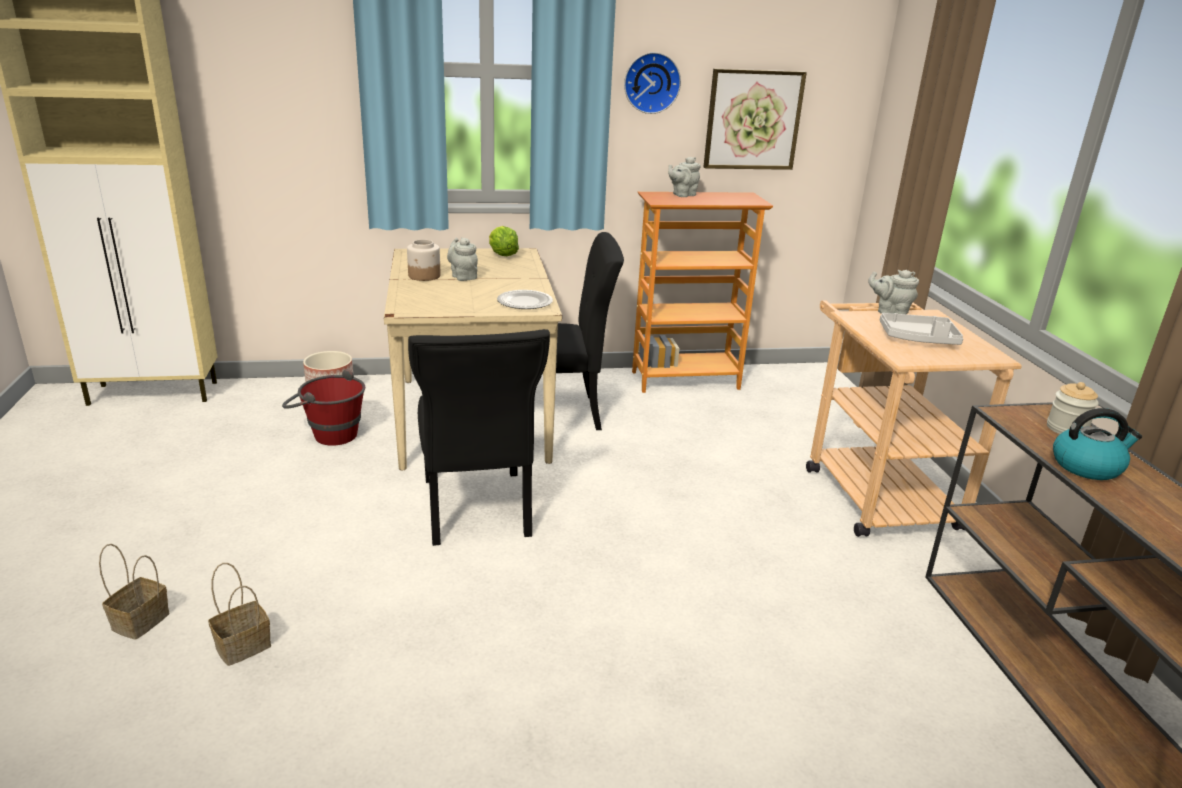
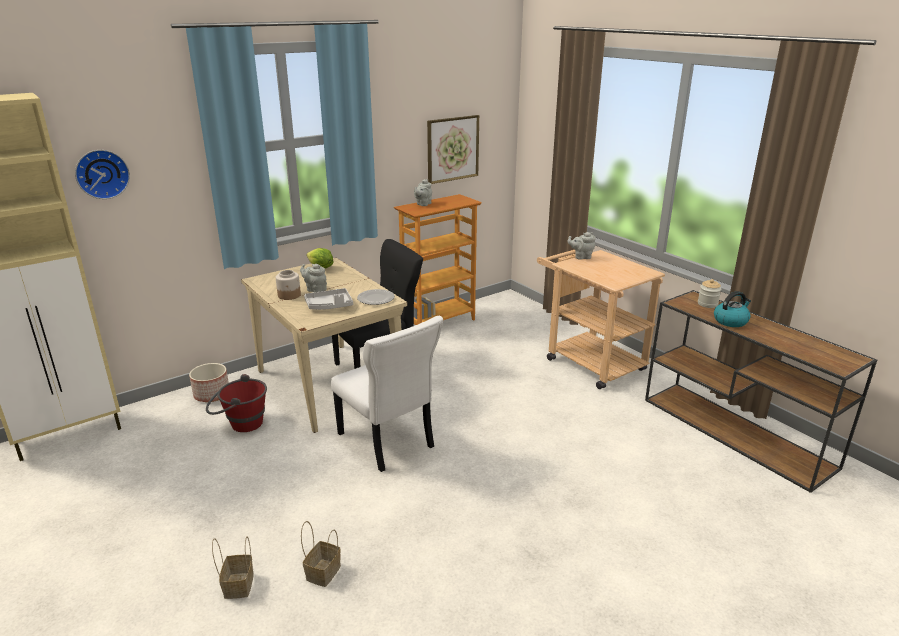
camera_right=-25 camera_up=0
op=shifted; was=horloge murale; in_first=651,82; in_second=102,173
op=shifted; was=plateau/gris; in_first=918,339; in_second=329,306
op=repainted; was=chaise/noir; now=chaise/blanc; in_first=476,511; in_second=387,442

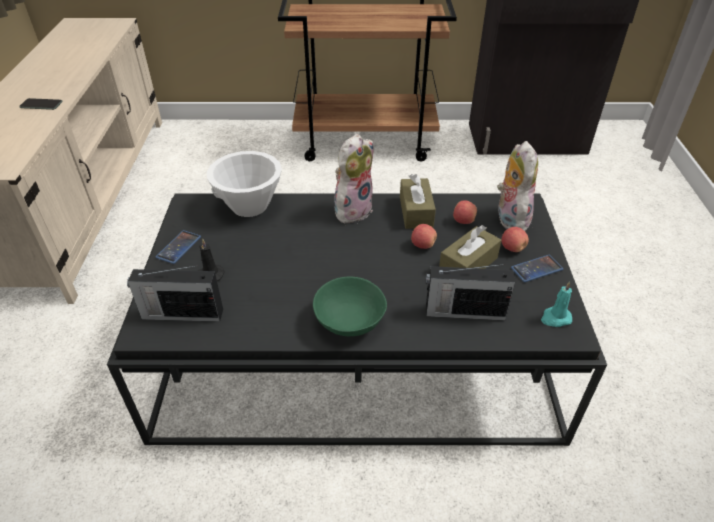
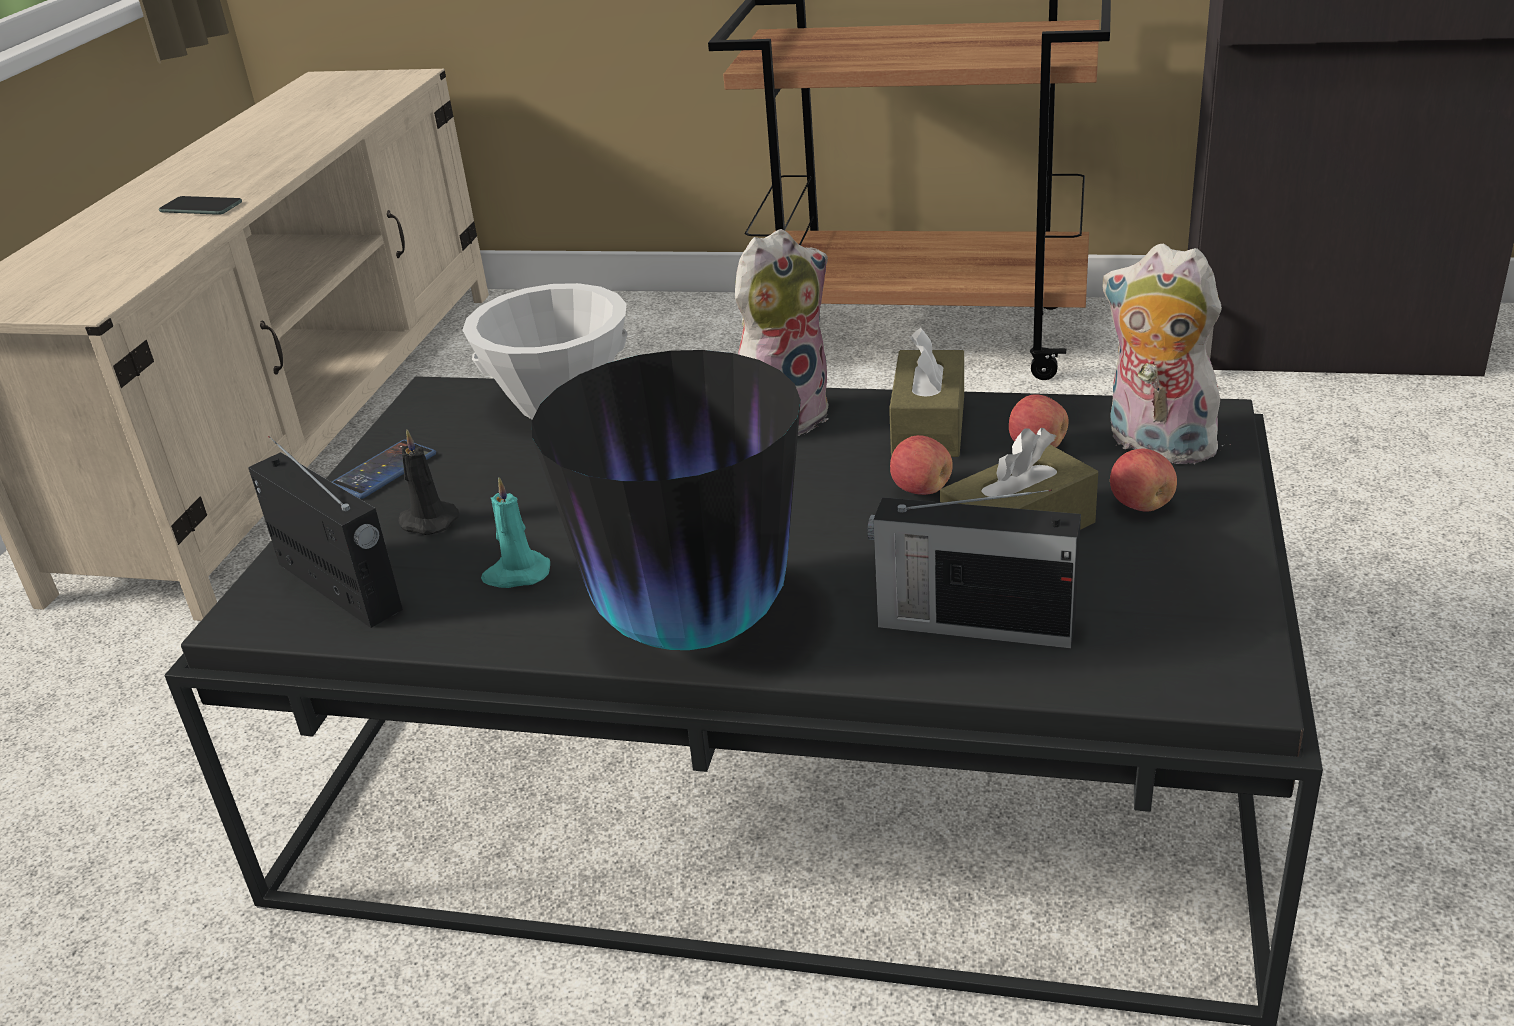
camera_right=15 camera_up=-10
op=gone; was=téléphone; in_first=536,269
op=shifted; was=bougie/turquoise; in_first=555,318; in_second=516,574
op=swapped; was=bol/vert; now=vase; in_first=348,321; in_second=693,625
op=rotated; was=radio; in_first=181,314; in_second=340,588; clockwise=-150
op=rotated; was=peluche; in_first=509,218; in_second=1154,446; clockwise=-60

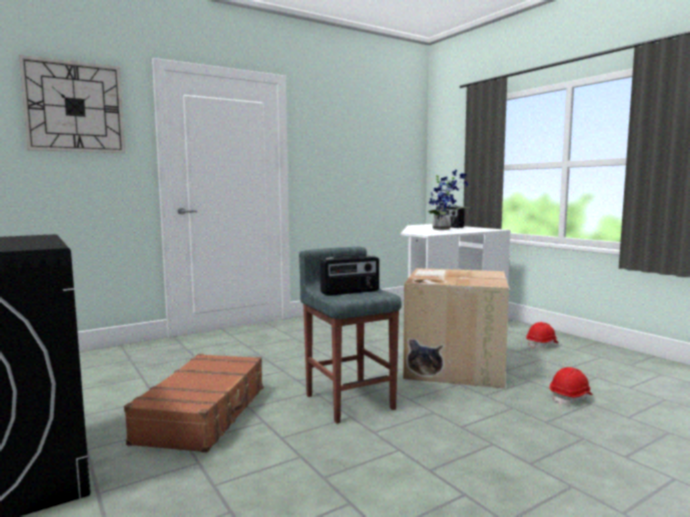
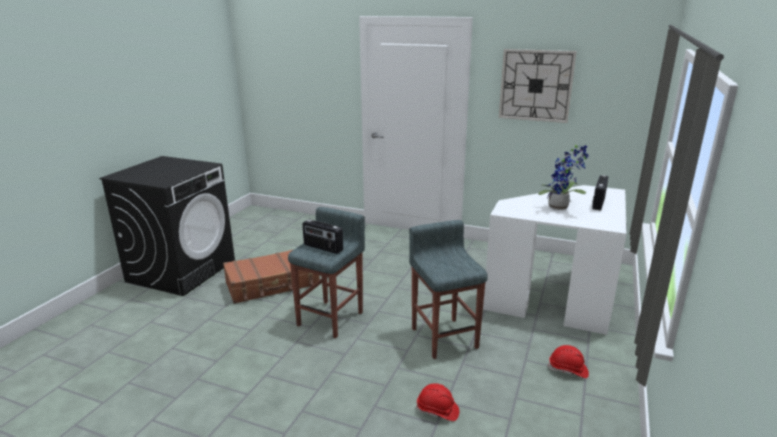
camera_right=55 camera_up=15
op=shifted; was=horloge murale; in_first=74,107; in_second=536,85
op=swapped; was=carton; now=tabouret/gris; in_first=453,365; in_second=444,337

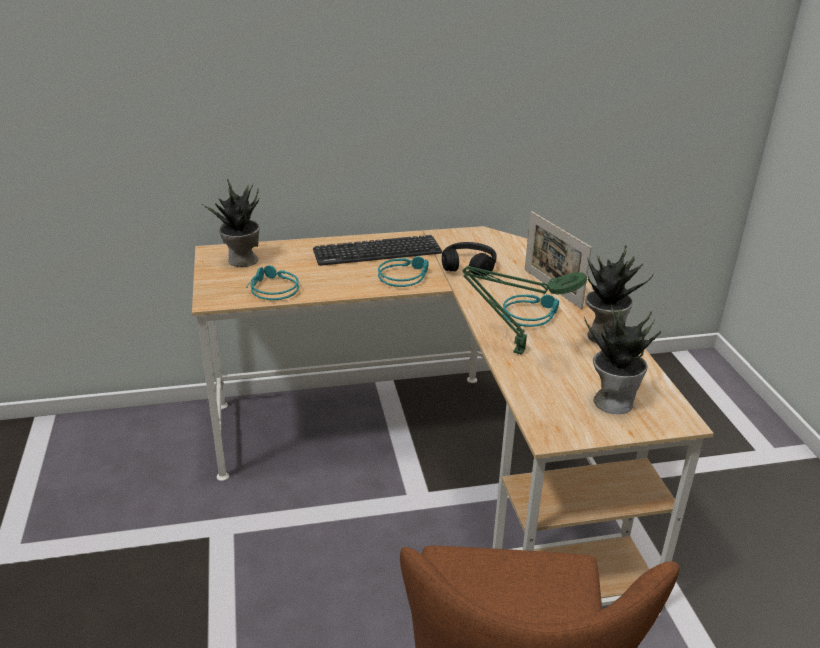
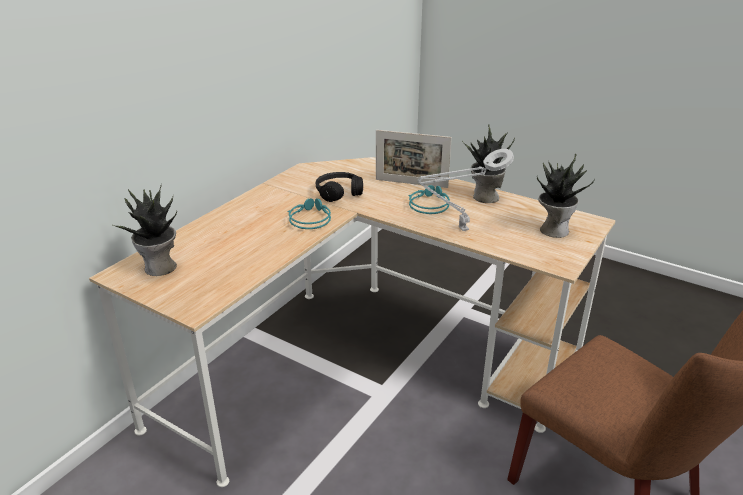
camera_right=-45 camera_up=0
op=gone; was=casque audio/turquoise; in_first=271,289
op=gone; was=clavier; in_first=377,252
op=repainted; was=lampe de table/vert; now=lampe de table/gris; in_first=515,351; in_second=460,230

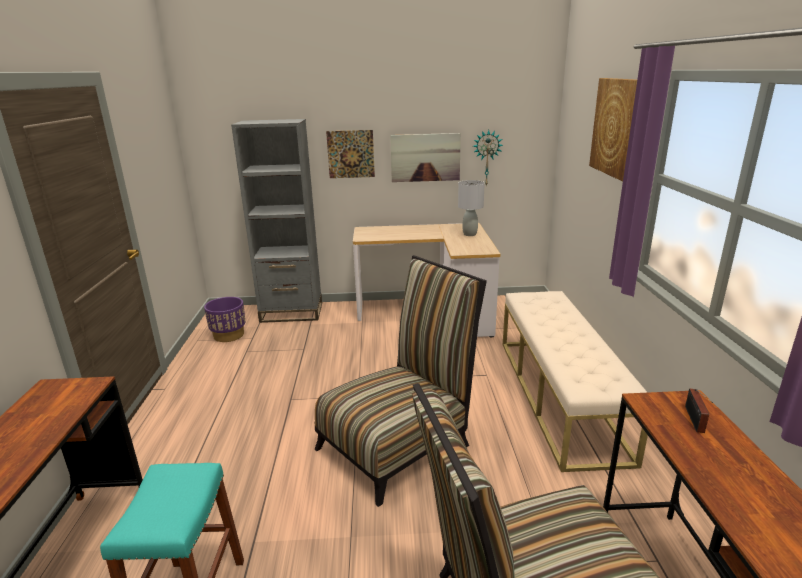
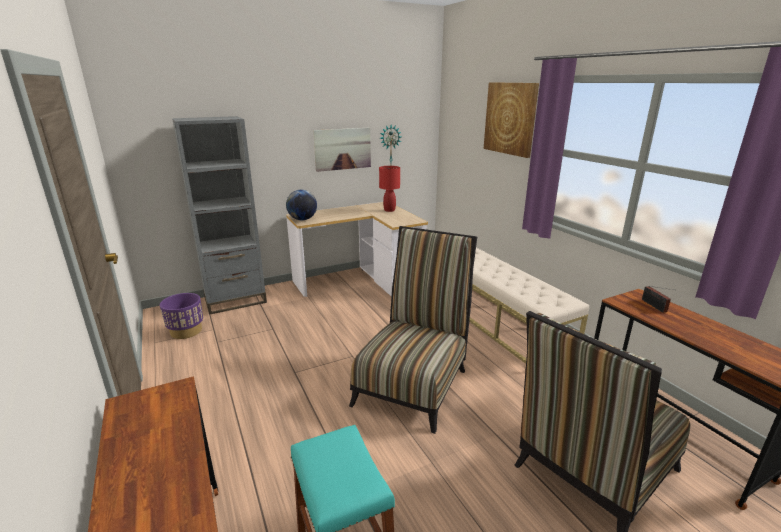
camera_right=-25 camera_up=0
op=gone; was=tableau; in_first=350,154
op=new; now=globe; in_second=302,219
op=repainted; was=lampe de table/gris; now=lampe de table/rouge; in_first=469,234; in_second=389,210

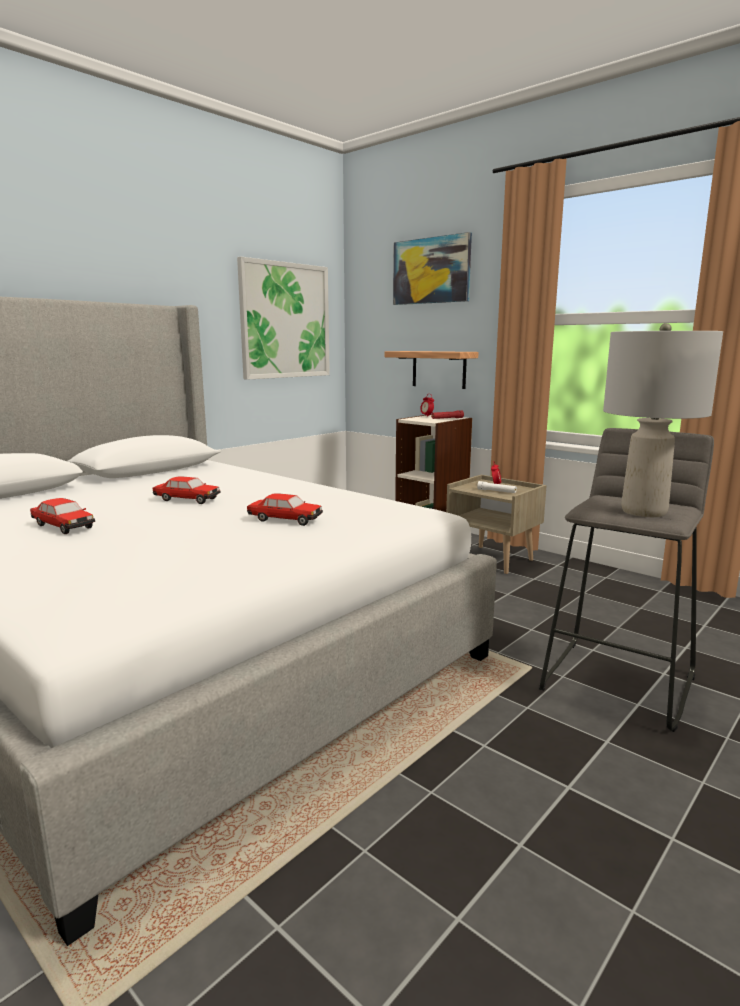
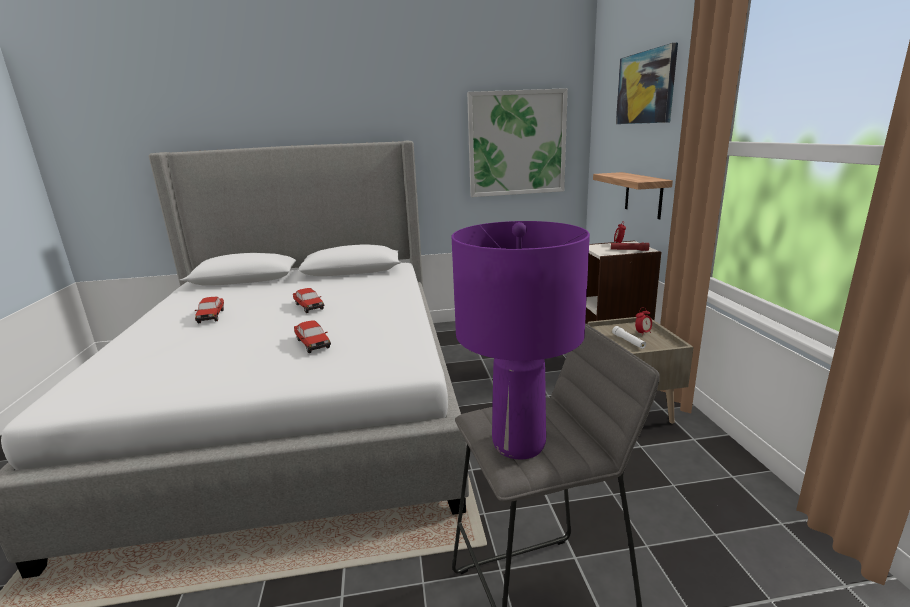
camera_right=40 camera_up=5
op=repainted; was=lampe de table/gris; now=lampe de table/violet; in_first=643,511; in_second=519,443

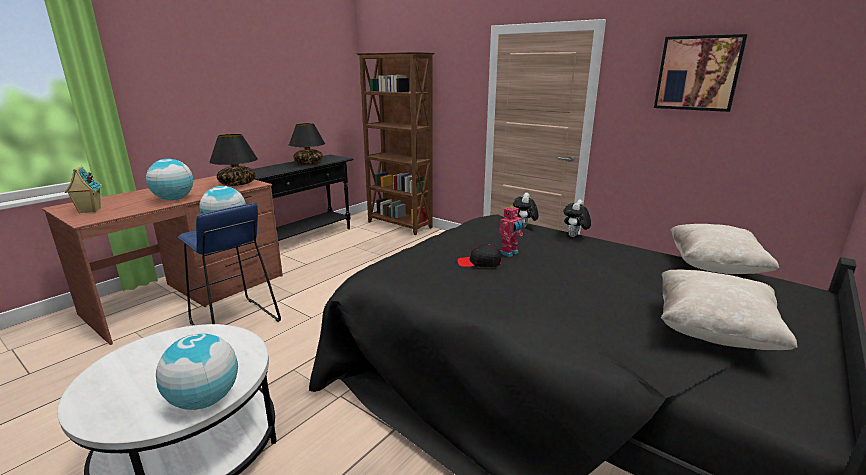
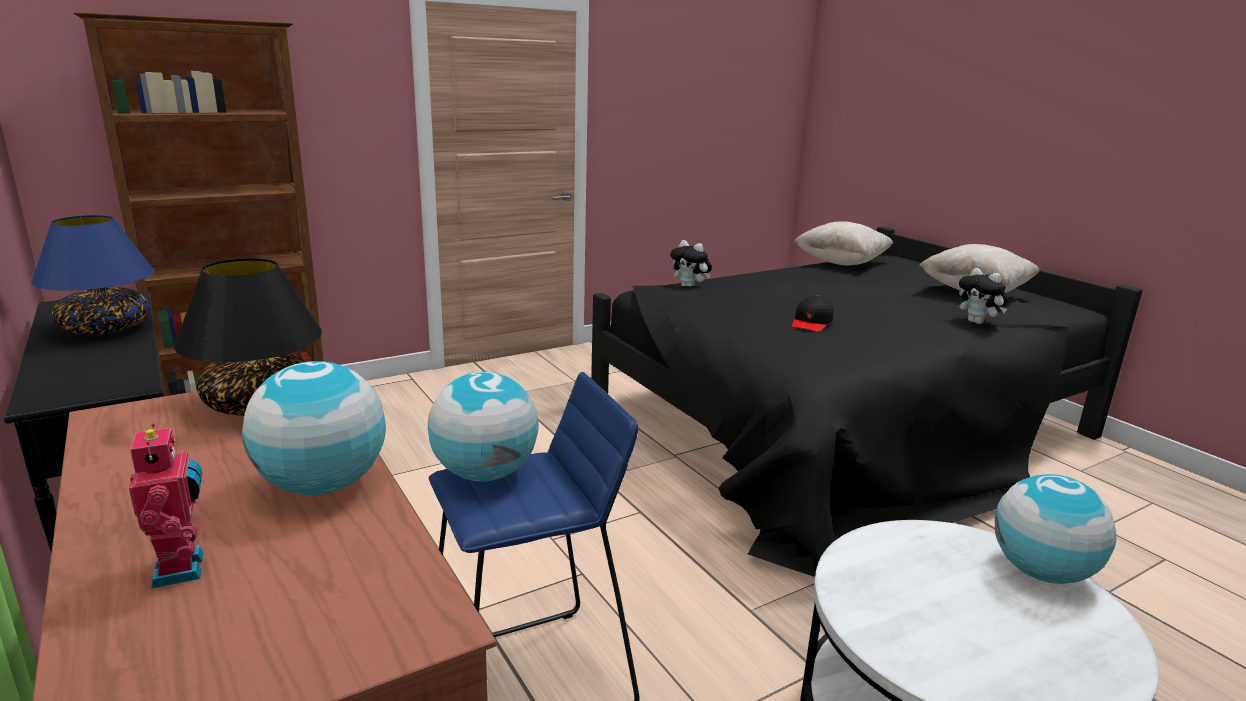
camera_right=-70 camera_up=0
op=gone; was=maison miniature; in_first=89,211
op=gone; was=tableau; in_first=698,73
op=shifted; was=robot jouet; in_first=509,253; in_second=183,568
op=shifted; was=peluche; in_first=574,236; in_second=978,322
op=repainted; was=lampe de table/noir; now=lampe de table/bleu; in_first=308,163; in_second=105,329

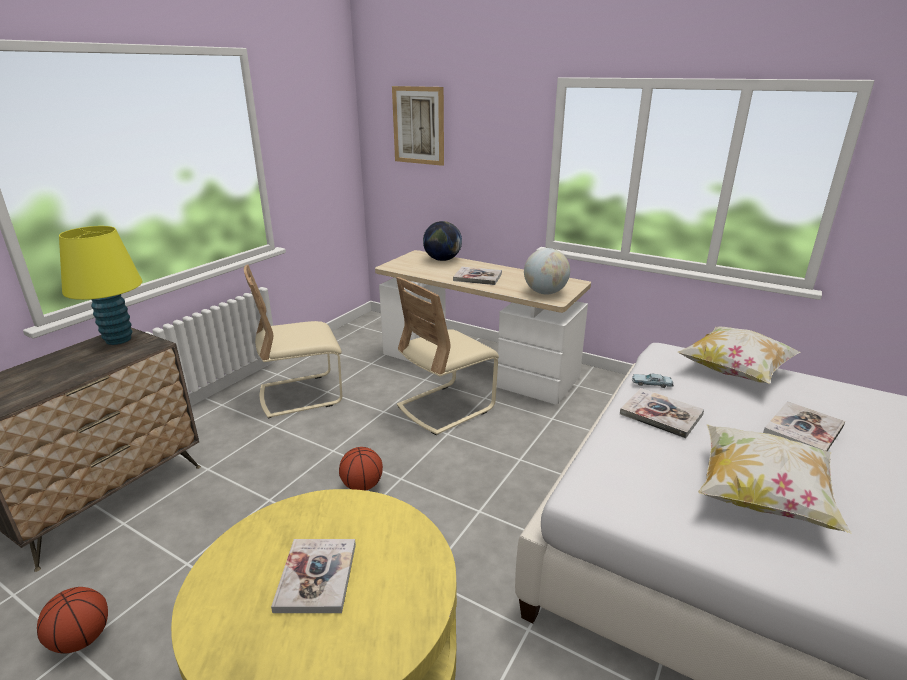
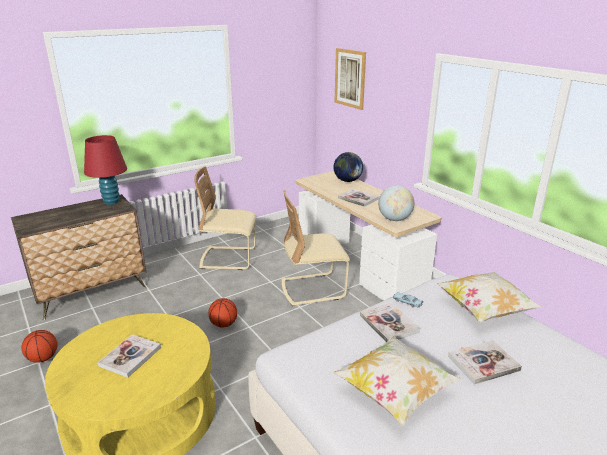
camera_right=25 camera_up=0
op=repainted; was=lampe de table/jaune; now=lampe de table/rouge; in_first=118,339; in_second=111,202

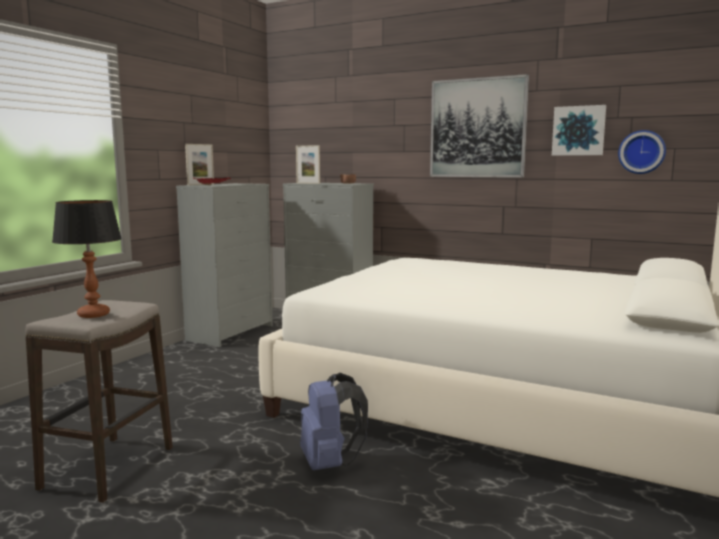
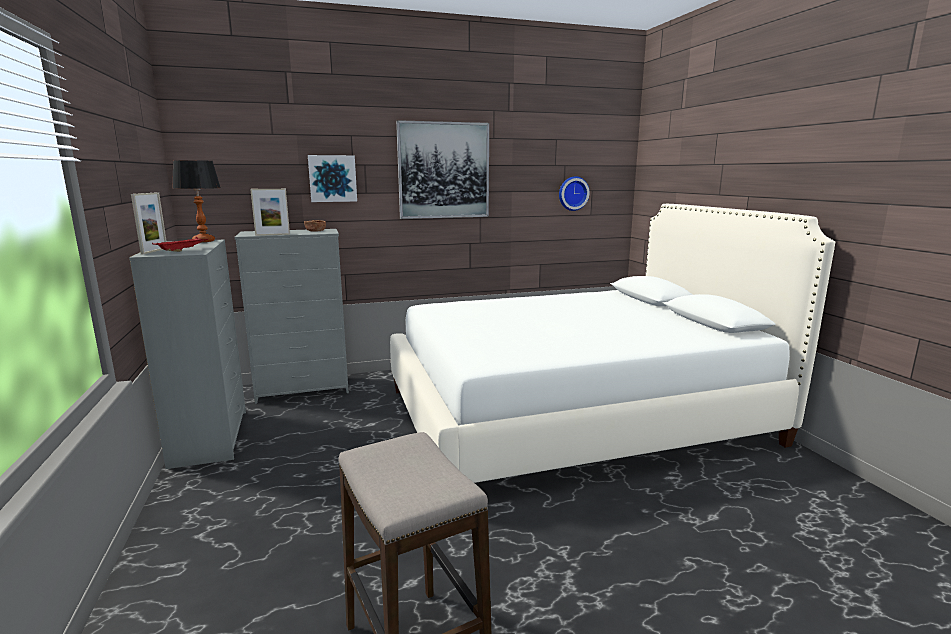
camera_right=-45 camera_up=5
op=gone; was=sac à dos/bleu; in_first=330,463
op=shifted; was=lampe de table; in_first=94,314; in_second=203,241
op=shifted; was=tableau; in_first=578,131; in_second=332,178

